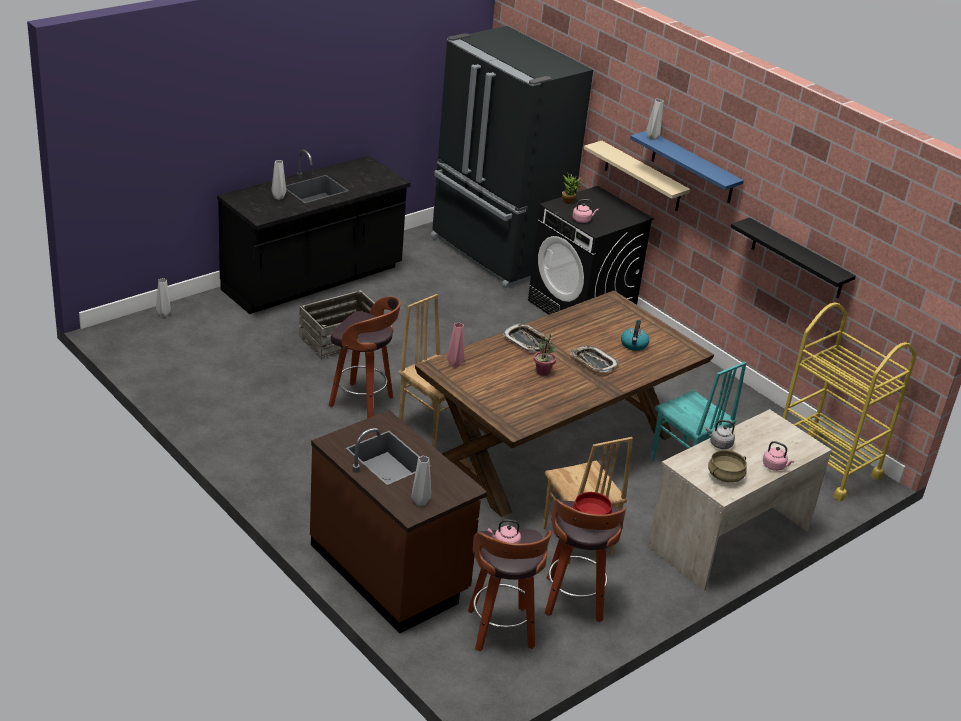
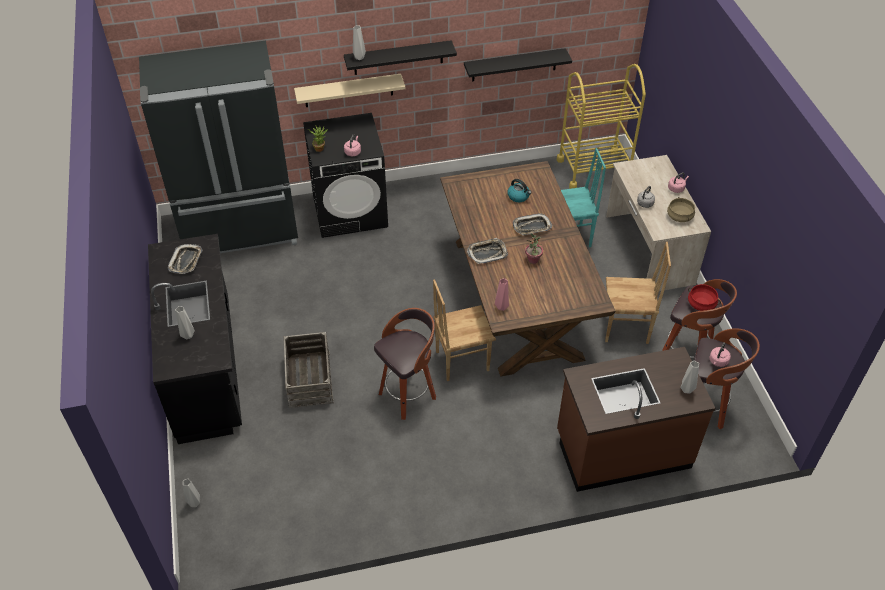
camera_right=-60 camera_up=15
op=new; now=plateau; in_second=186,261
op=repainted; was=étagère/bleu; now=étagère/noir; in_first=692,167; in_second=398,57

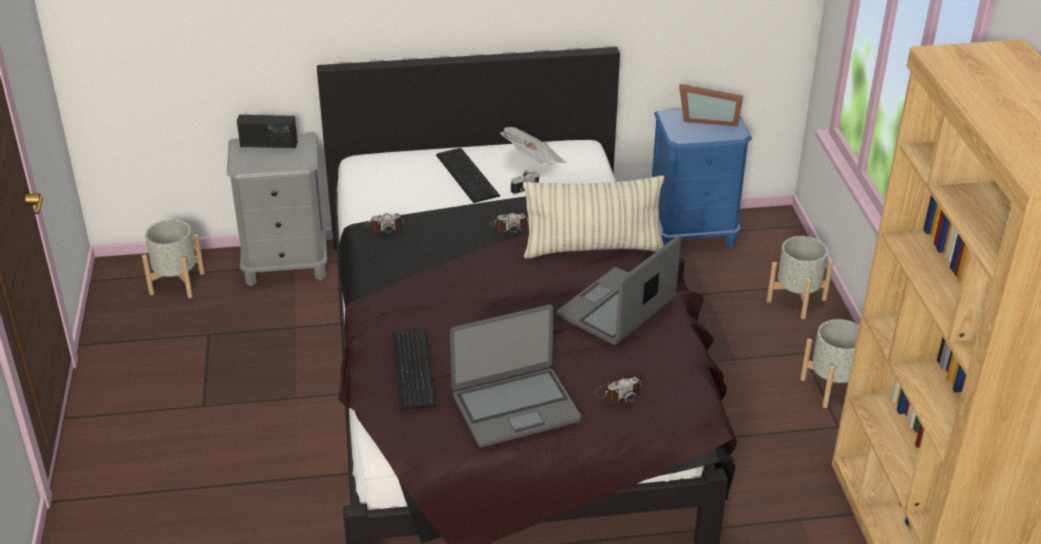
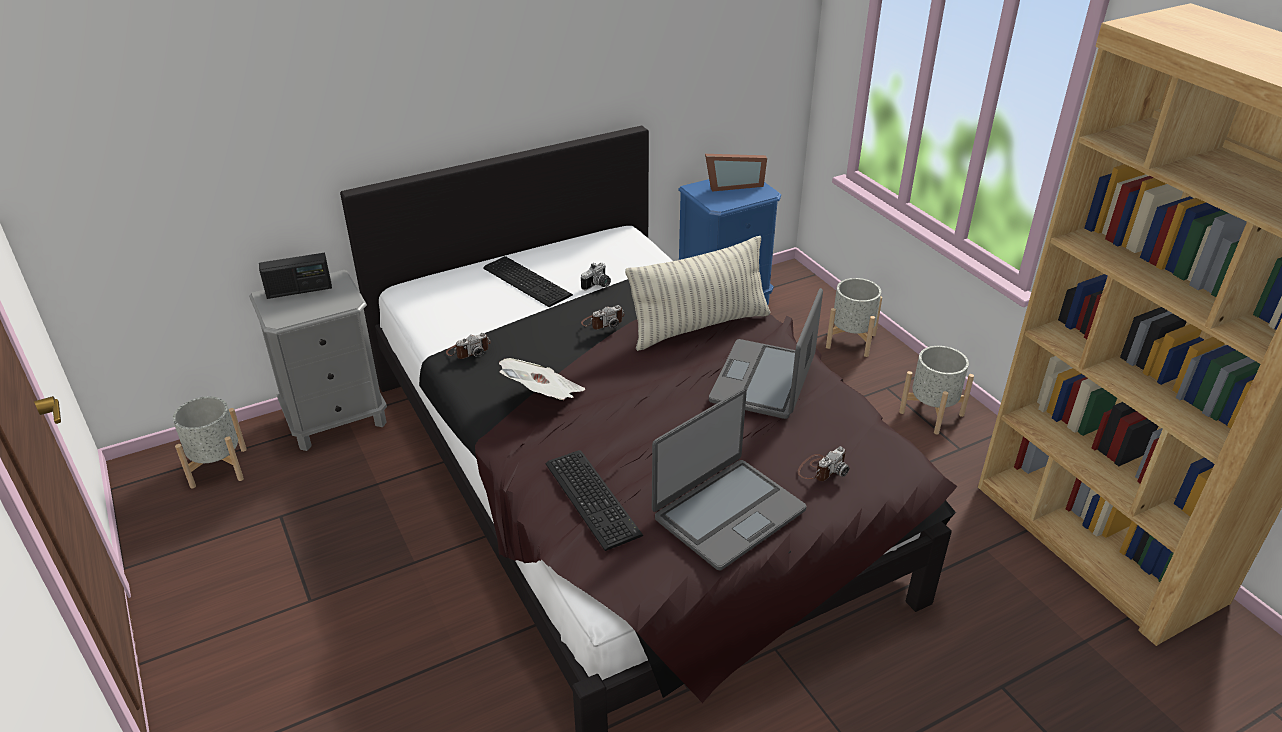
camera_right=-20 camera_up=0
op=shifted; was=journal; in_first=533,161; in_second=543,396

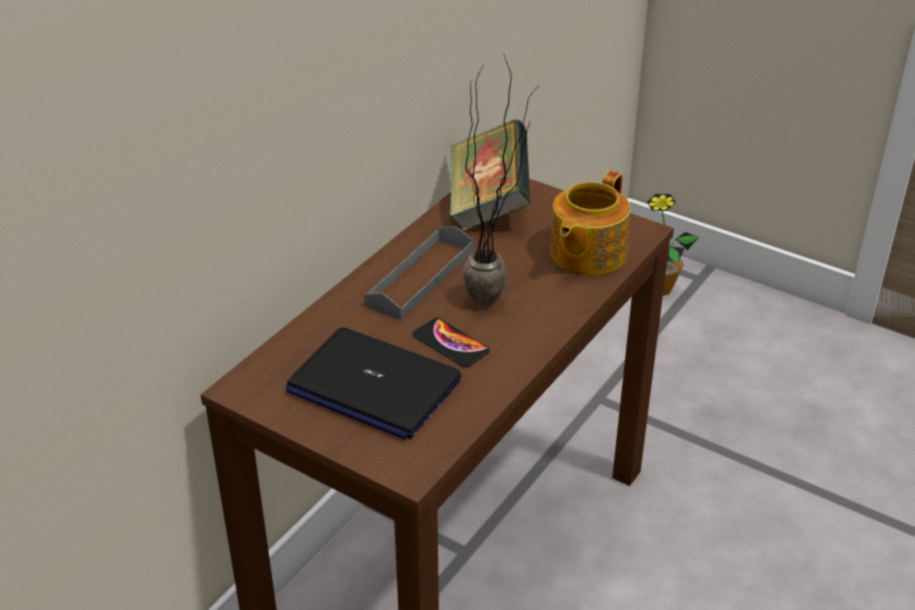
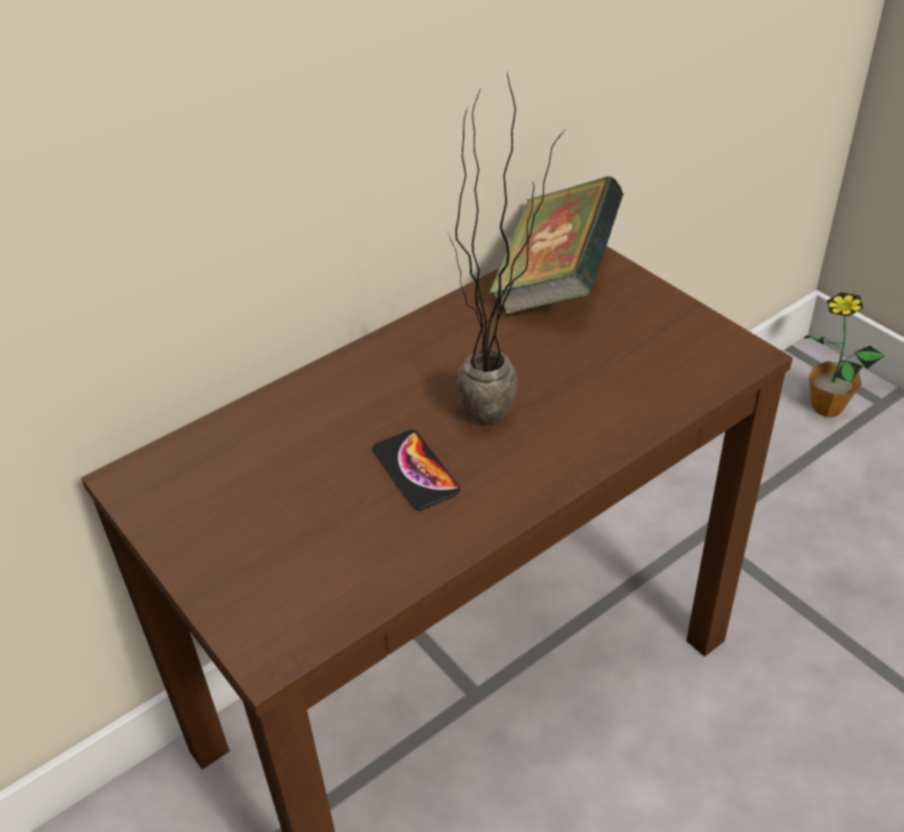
camera_right=20 camera_up=5
op=gone; was=ordinateur portable; in_first=373,385
op=gone; was=plateau/gris; in_first=420,277
op=gone; was=théière; in_first=586,254

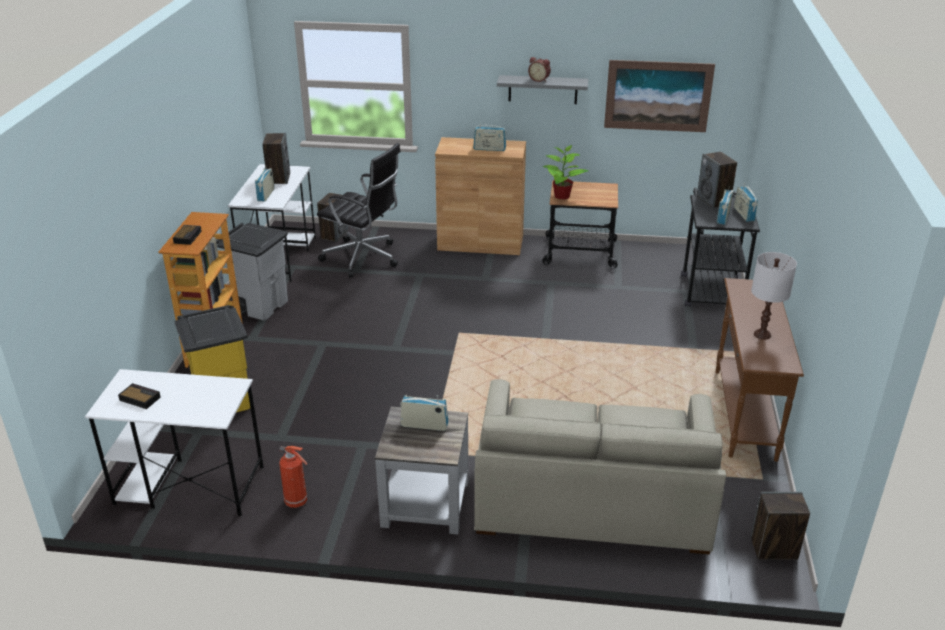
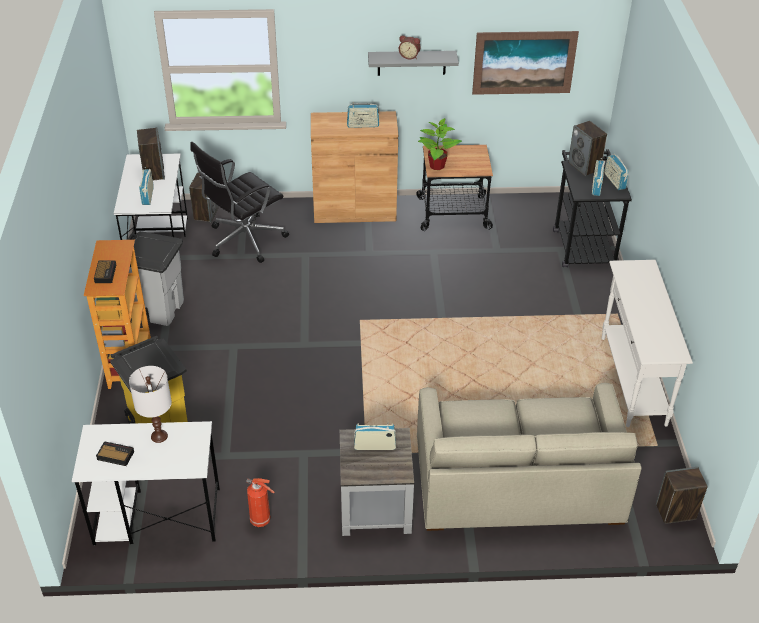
camera_right=-10 camera_up=10
op=shifted; was=lampe de table/blanc; in_first=762,335; in_second=159,436
op=repainted; was=table console/marron; now=table console/blanc; in_first=744,414; in_second=632,381
op=rotated; was=chaise de bureau/noir; in_first=363,258; in_second=244,240; clockwise=120

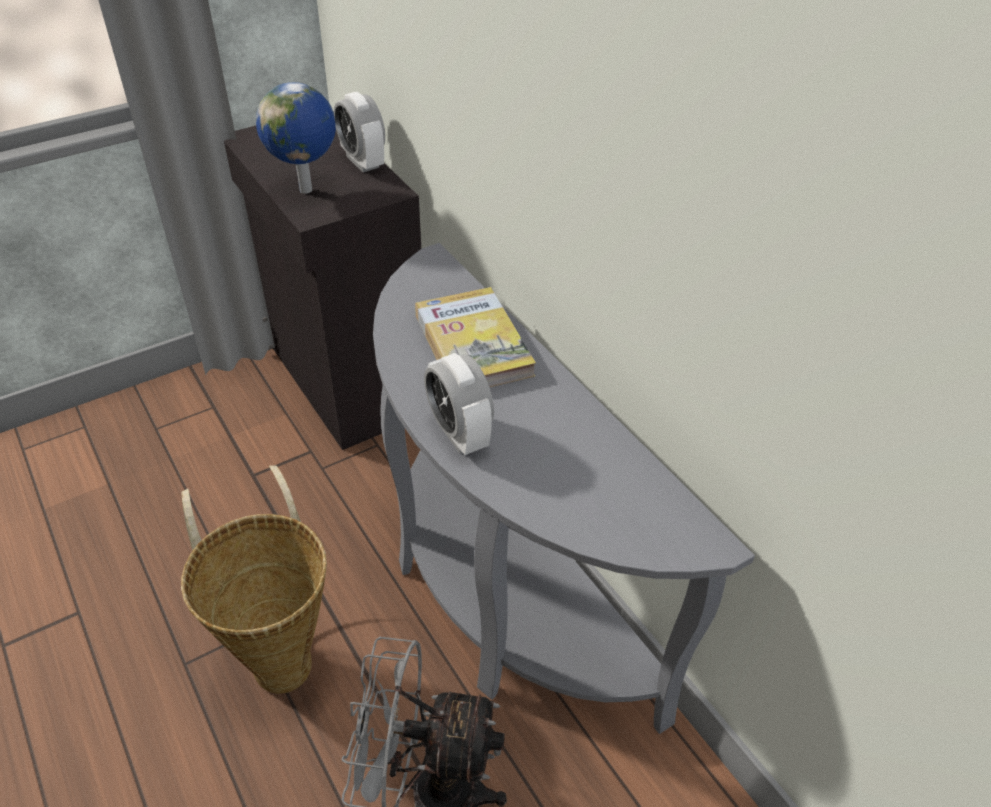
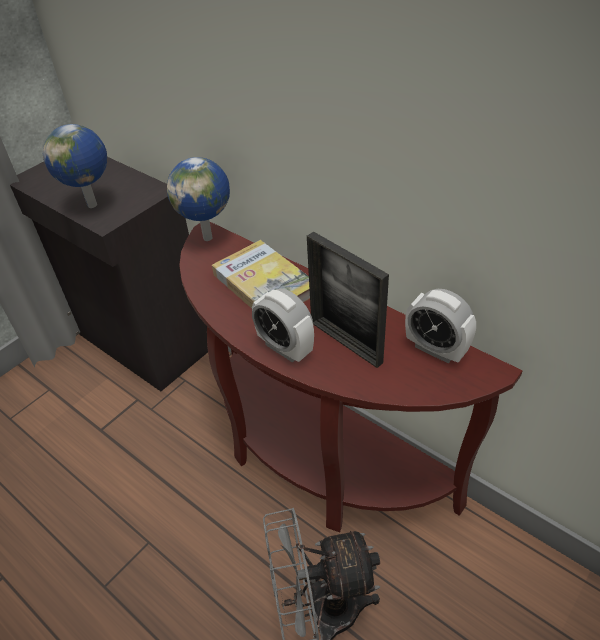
camera_right=-15 camera_up=0
op=gone; was=panier; in_first=281,655
op=new; now=globe; in_second=209,237
op=new; now=cadre photo; in_second=346,342
op=shifted; was=réveil; in_first=363,162; in_second=436,349
op=repainted; was=table console/gris; now=table console/marron; in_first=501,594; in_second=315,456

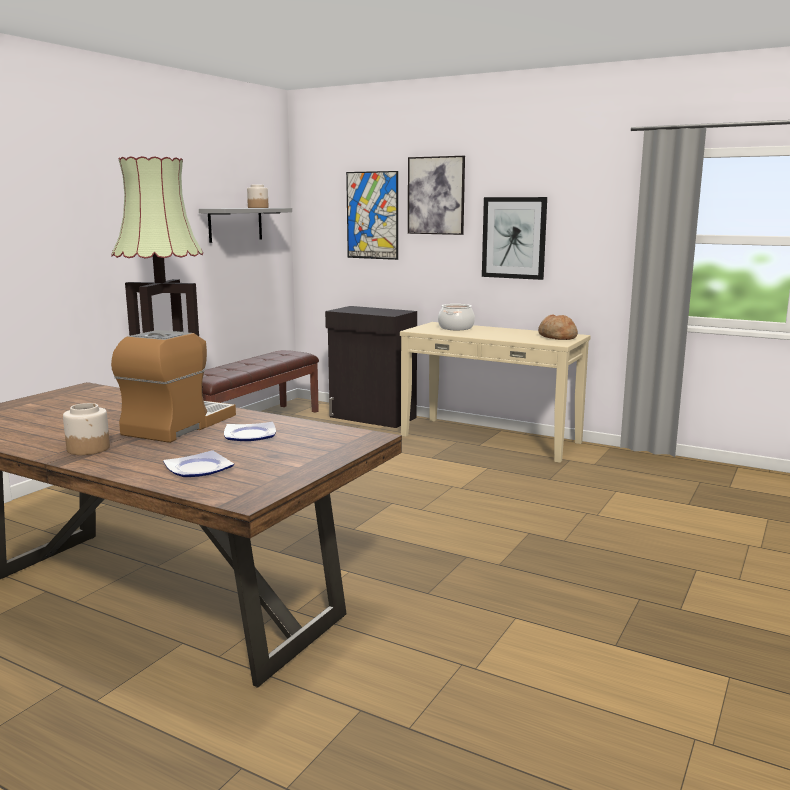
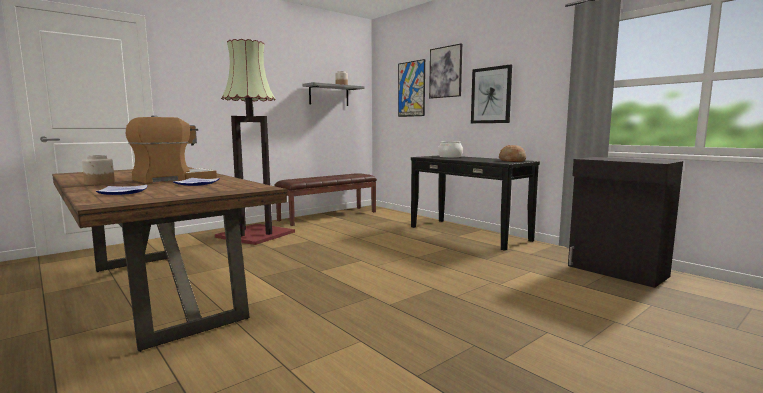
camera_right=20 camera_up=-5
op=shifted; was=meuble de rangement/noir; in_first=372,418; in_second=616,271
op=repainted; was=table console/beige; now=table console/noir; in_first=490,439; in_second=468,233

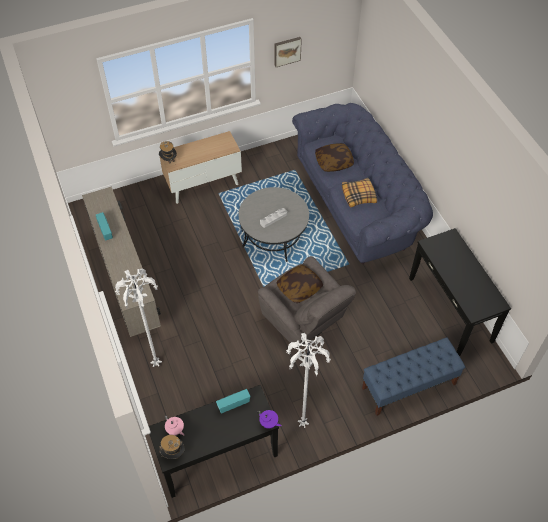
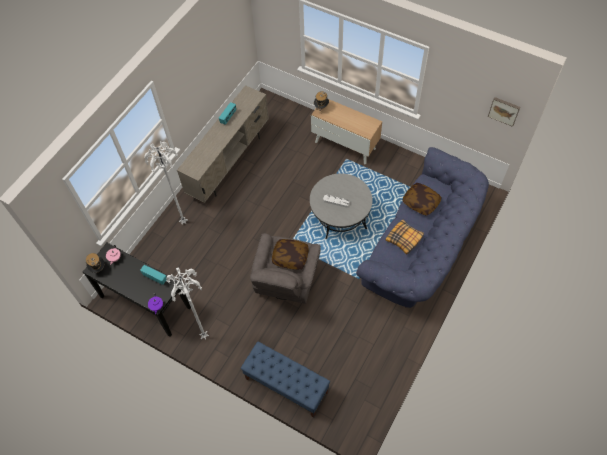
camera_right=55 camera_up=5
op=gone; was=table console/noir; in_first=450,309
op=shifted; was=tableau; in_first=287,51; in_second=504,110

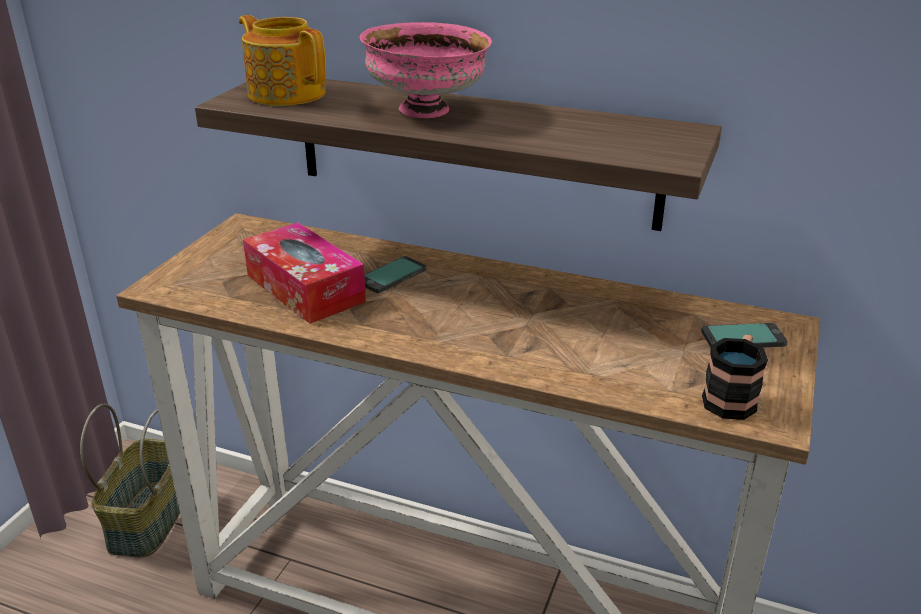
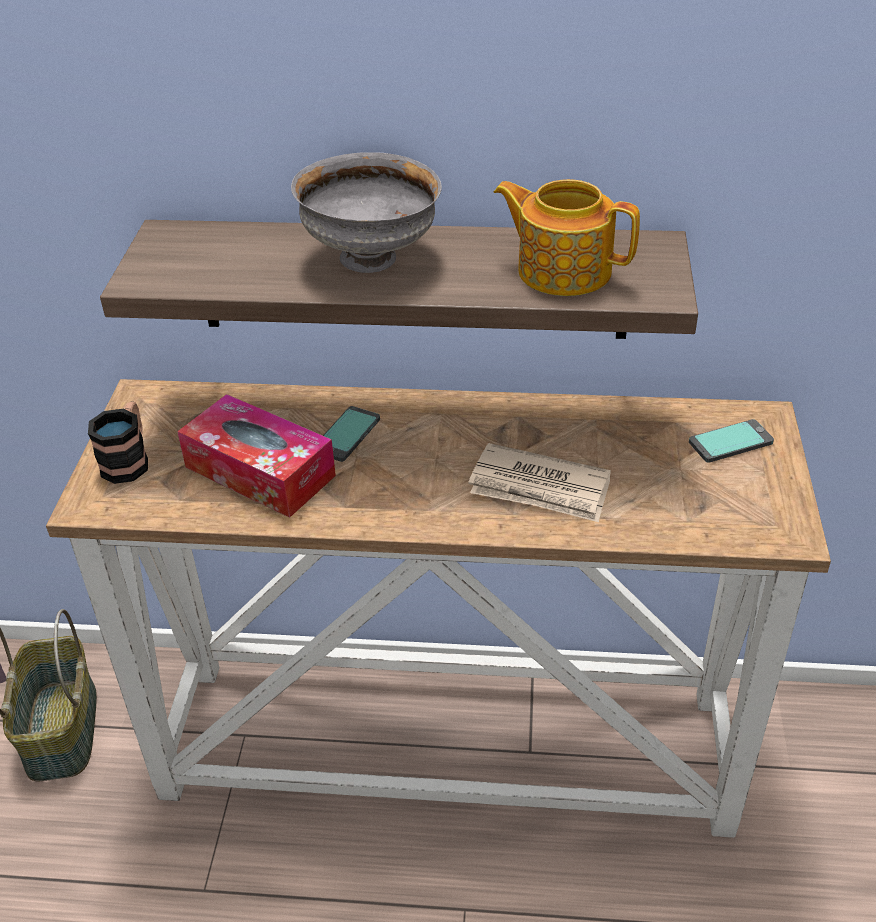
camera_right=-15 camera_up=10
op=new; now=journal; in_second=540,488
op=shifted; was=théière; in_first=286,93; in_second=562,270
op=shifted; was=mug; in_first=732,396; in_second=129,460
op=repainted; was=bol/rose; now=bol/gris; in_first=427,110; in_second=371,258

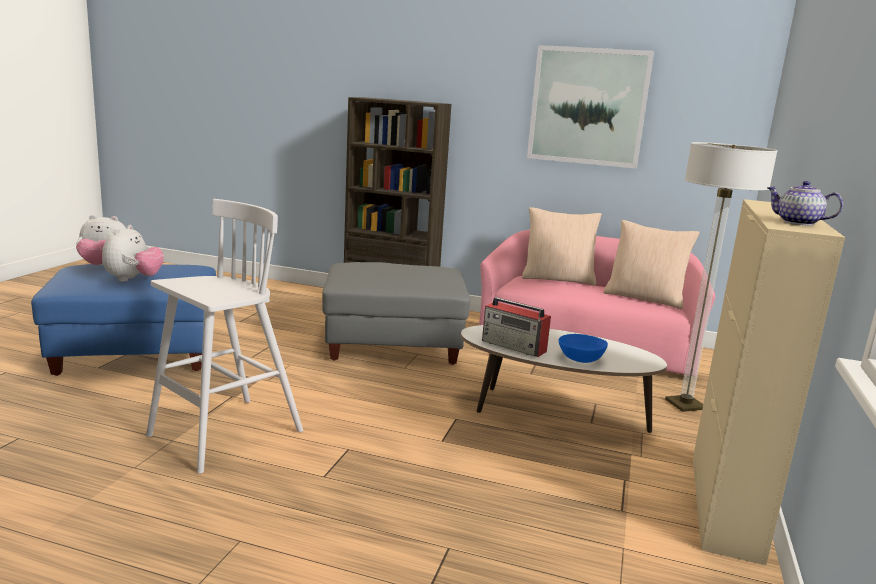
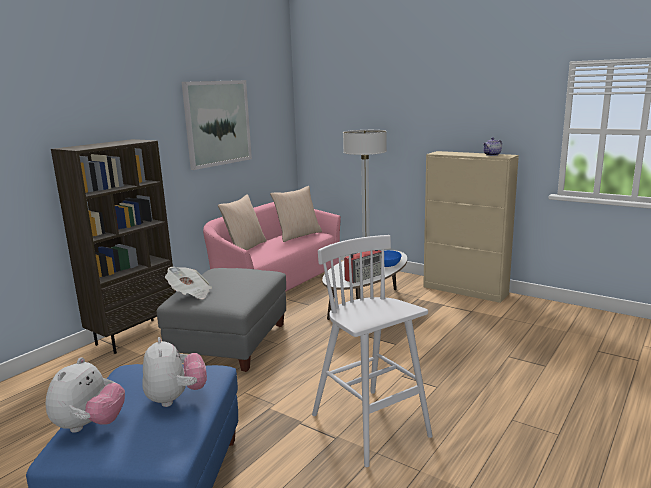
camera_right=-70 camera_up=0
op=new; now=journal; in_second=190,293
op=rotated; was=peluche; in_first=133,279; in_second=176,398; clockwise=45

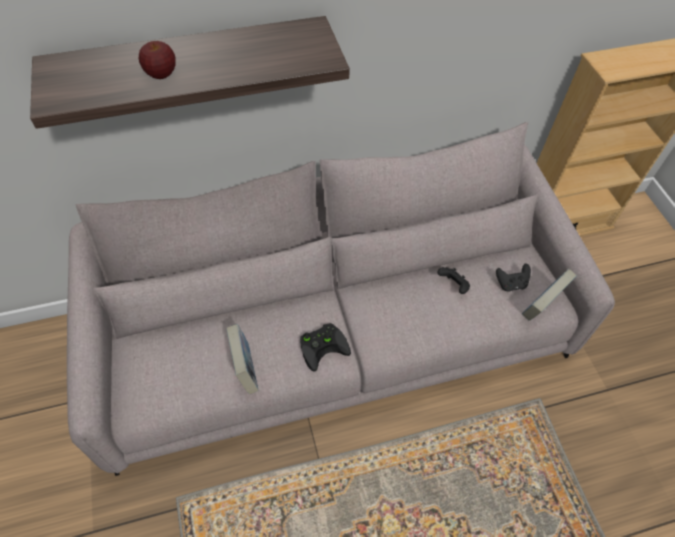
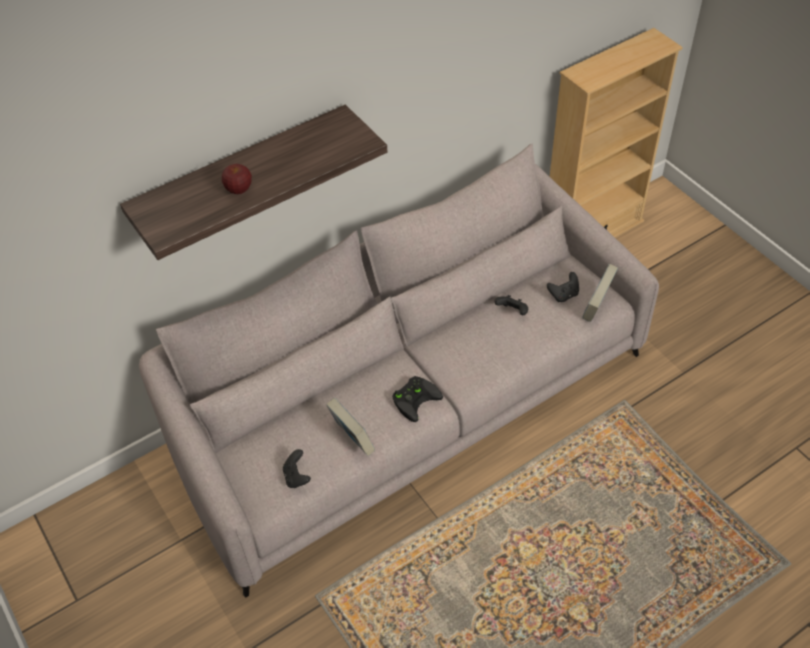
camera_right=-15 camera_up=-5
op=new; now=manette/noir; in_second=297,477

